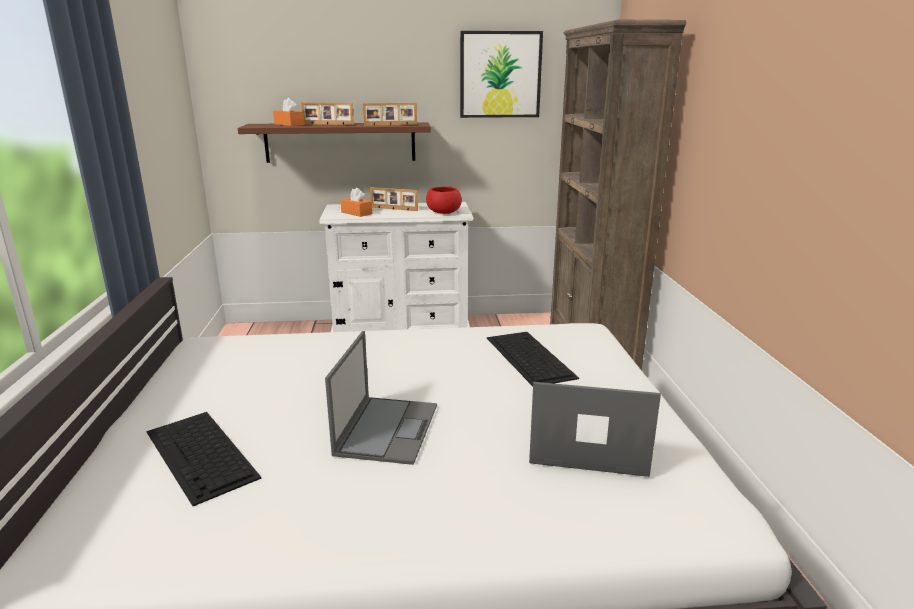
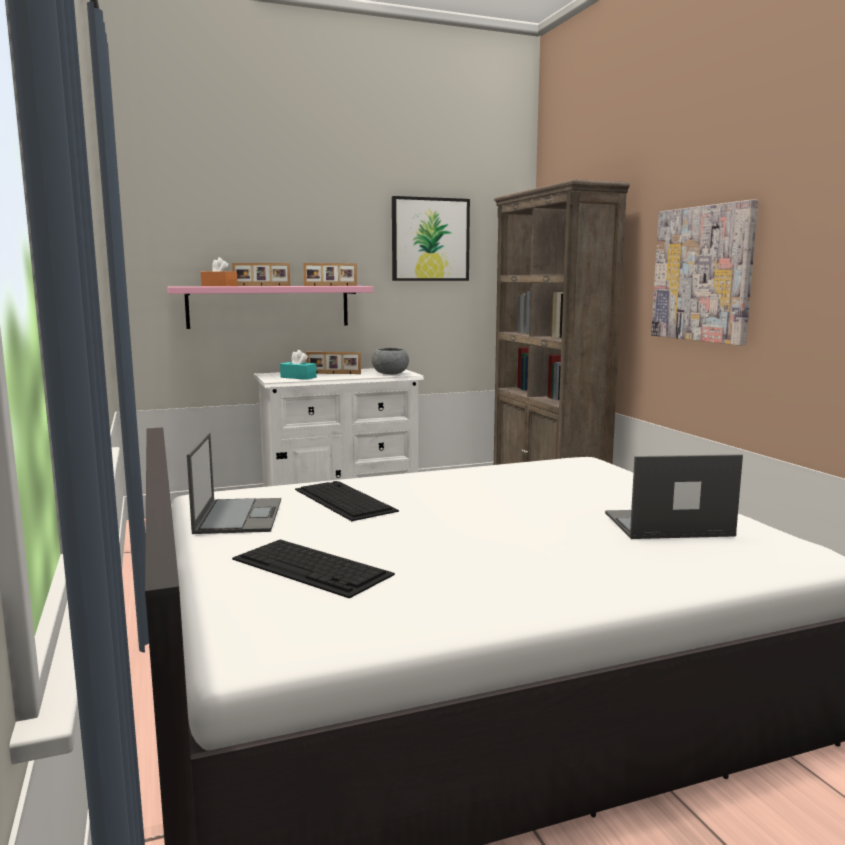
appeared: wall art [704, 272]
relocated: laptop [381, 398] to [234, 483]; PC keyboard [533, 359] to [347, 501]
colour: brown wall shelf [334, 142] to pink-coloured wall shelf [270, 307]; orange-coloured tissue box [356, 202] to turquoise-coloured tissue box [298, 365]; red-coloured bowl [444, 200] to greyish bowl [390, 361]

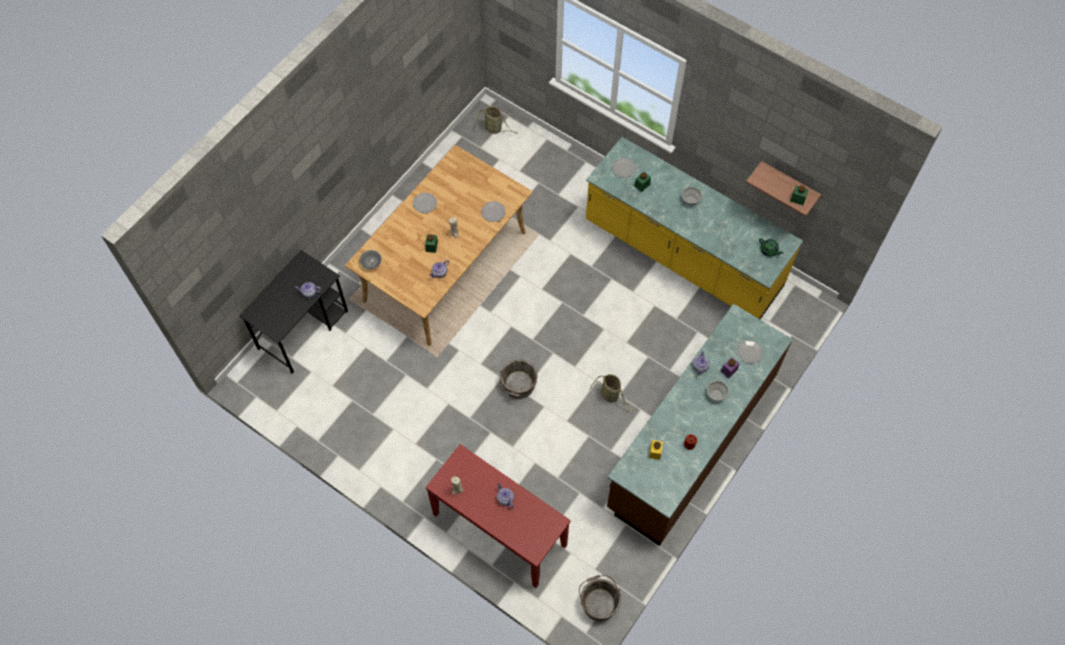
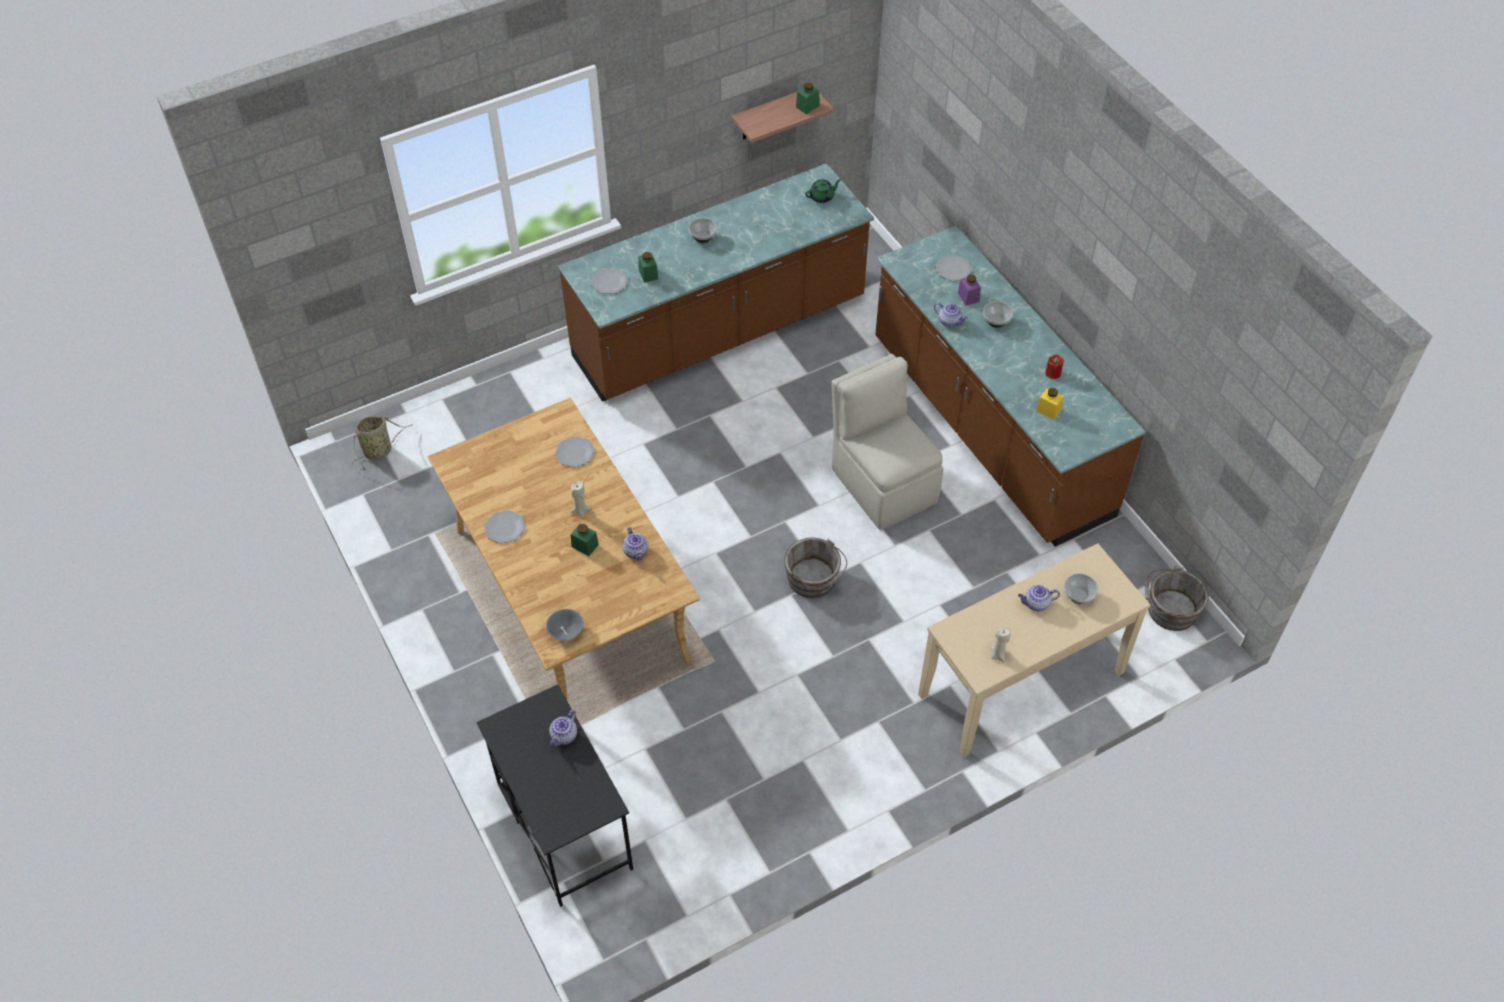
appeared: bowl [1081, 588]
exchanged: basket [611, 392] to beige-coloured upright chair [887, 442]
colour: yellow counter [694, 228] to brown counter [716, 282]; red-coloured narrow table [498, 516] to beige-coloured narrow table [1034, 650]

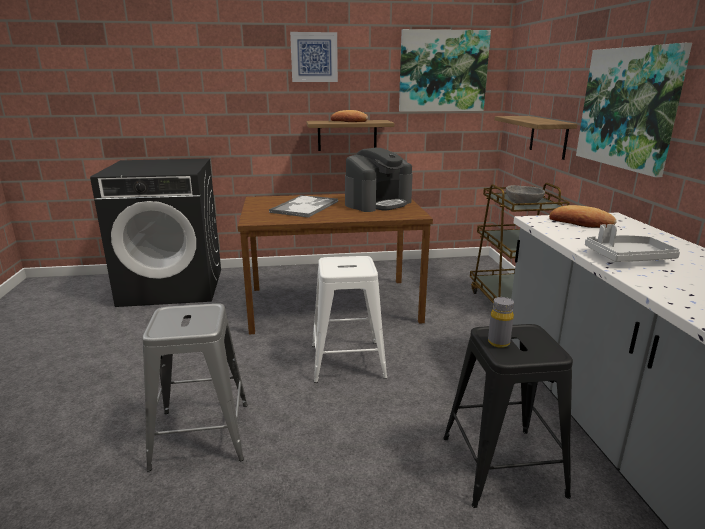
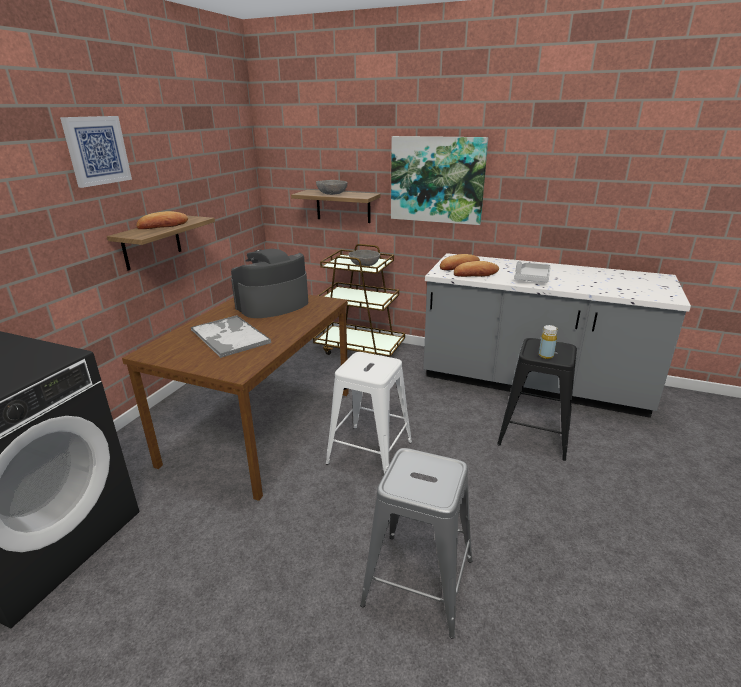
missing: wall art [445, 70]
appeared: greyish bowl [332, 187]; bread [476, 269]
colour: greyish bottle [501, 322] to yellow bottle [548, 342]
spun: coffee brewer [379, 180] = [269, 283] 120 degrees counterclockwise

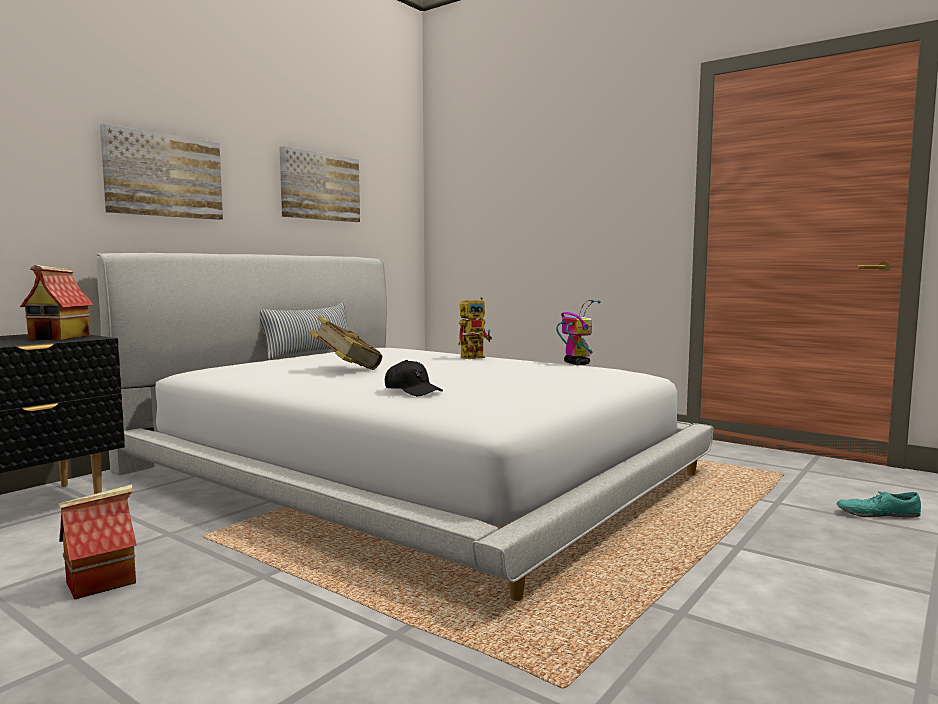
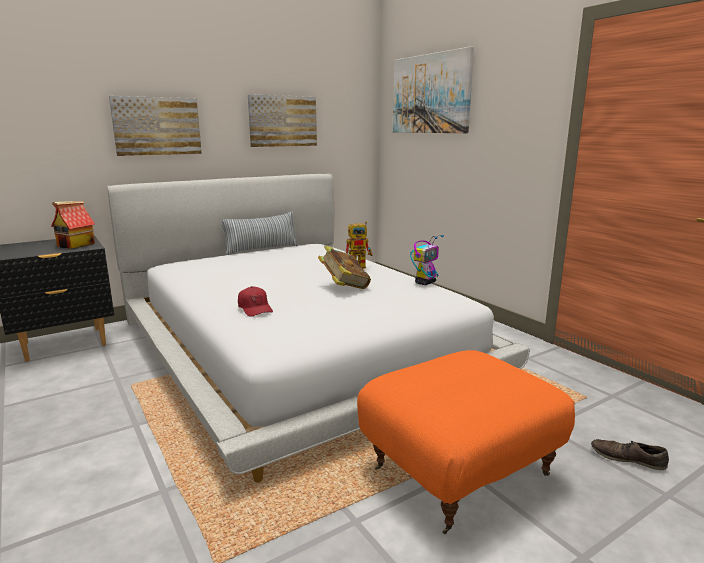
missing: miniature house [97, 542]
appeared: orange-coloured footrest [466, 442]; wall art [433, 89]
relocated: bound book [345, 343] to [344, 267]
colour: black-coloured peaked cap [414, 378] to red-coloured peaked cap [255, 301]; turquoise-coloured item of footwear [878, 504] to brown item of footwear [630, 454]
spun: robot figure [578, 332] = [427, 260] 45 degrees clockwise

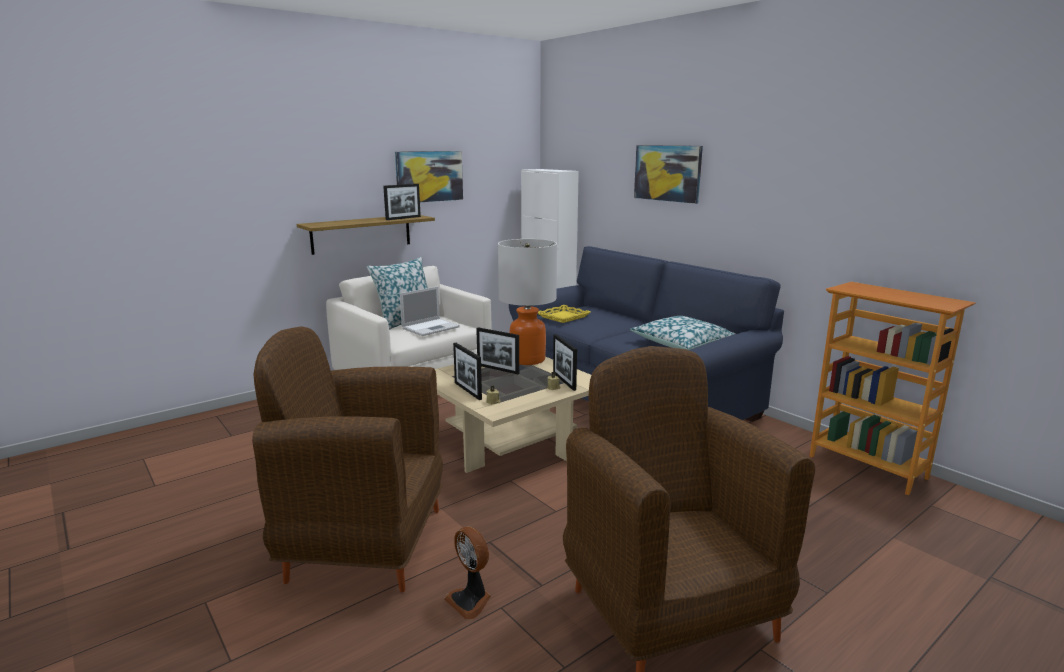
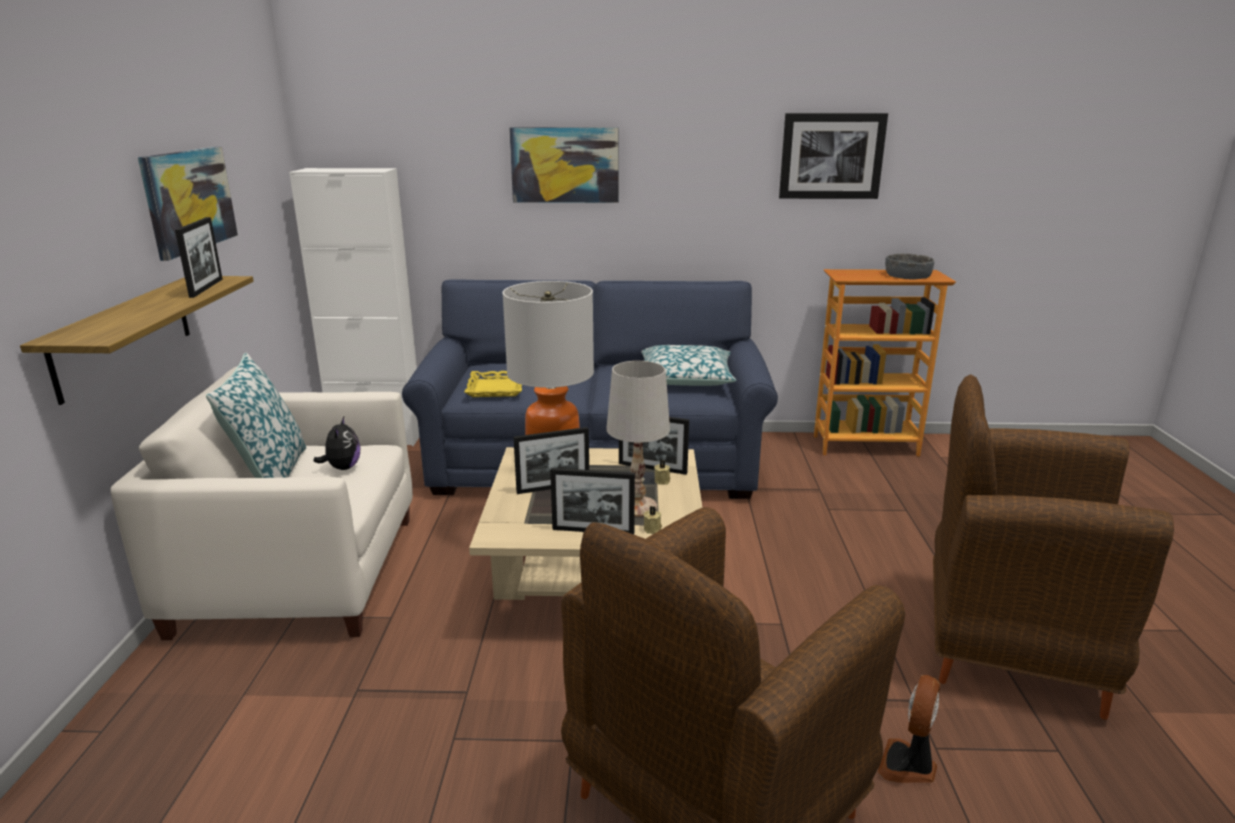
appeared: whitish lamp for a table [638, 439]; wall art [833, 156]; greyish bowl [909, 266]
exchanged: laptop [430, 311] to plush toy [336, 443]
spun: cooling fan [467, 573] = [909, 729] 120 degrees clockwise

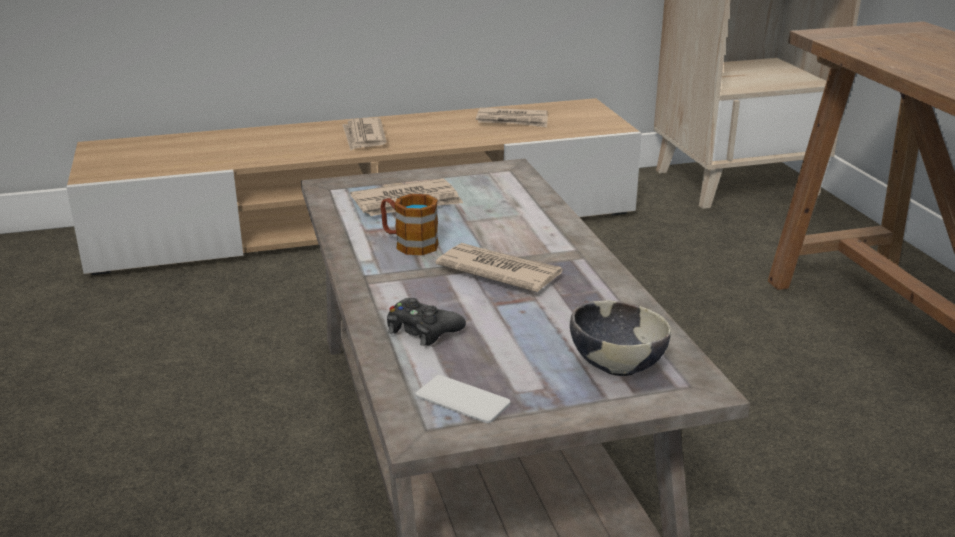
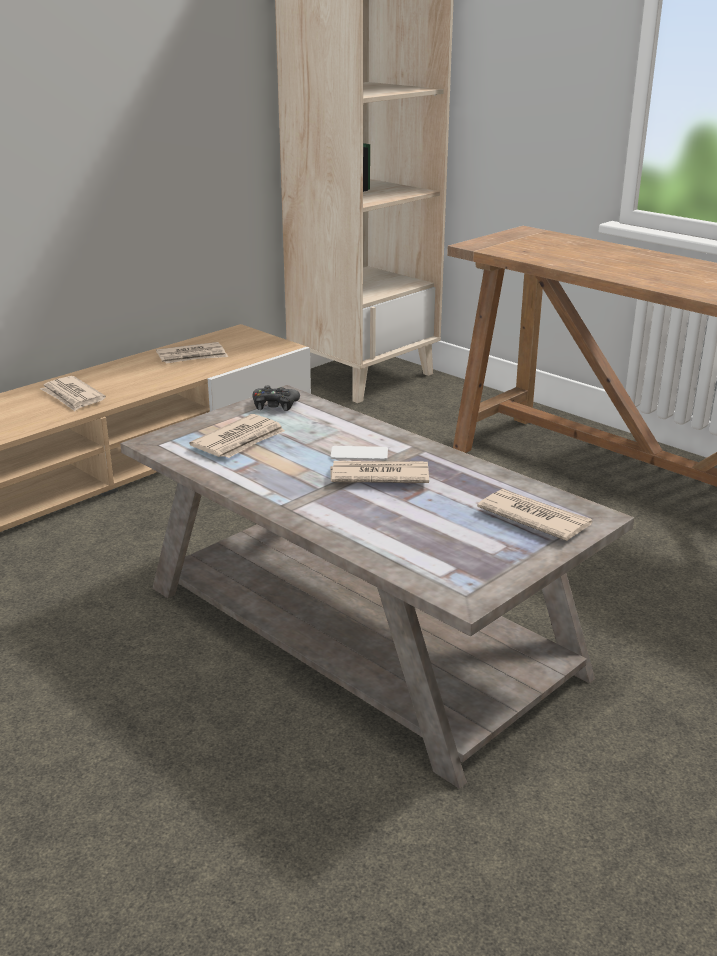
missing: mug [409, 224]
relocated: black-coloured game controller [426, 322] to [276, 398]; telephone [463, 399] to [359, 453]
exchanged: bowl [620, 338] to printed paper [534, 515]

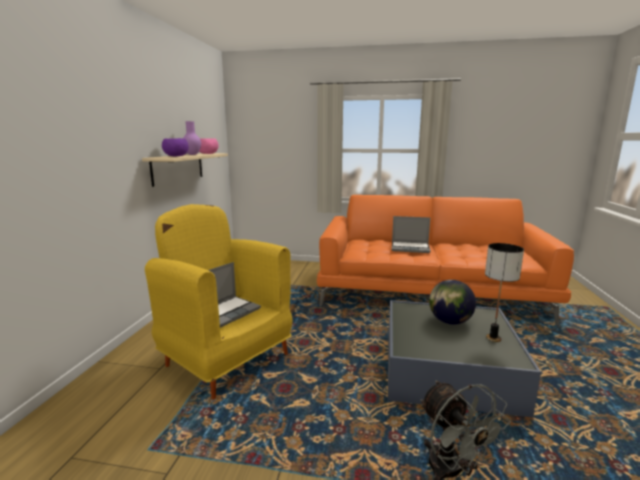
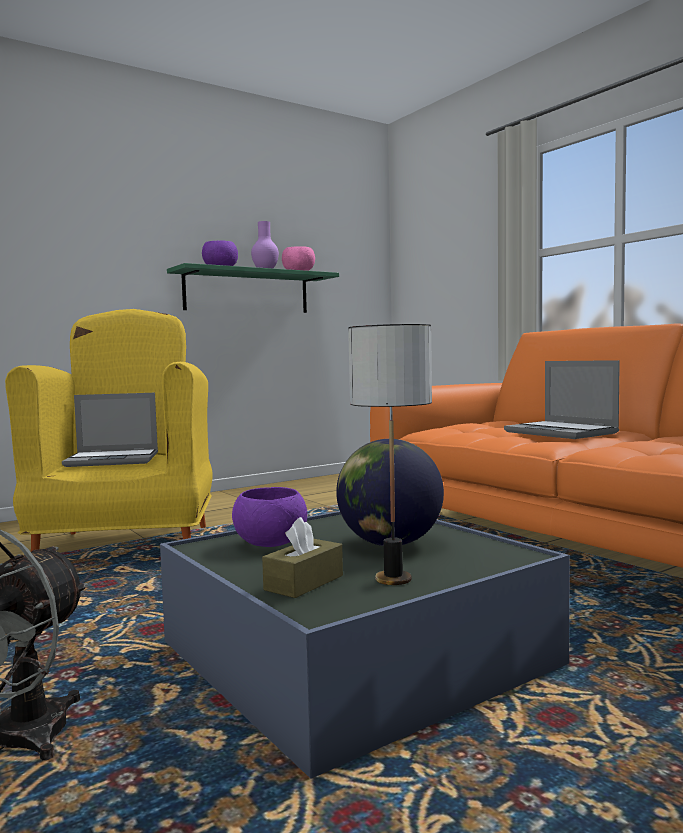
appeared: purple bowl [269, 517]; brown tissue box [302, 557]
colour: beige-coloured wall shelf [185, 170] to green-coloured wall shelf [253, 288]

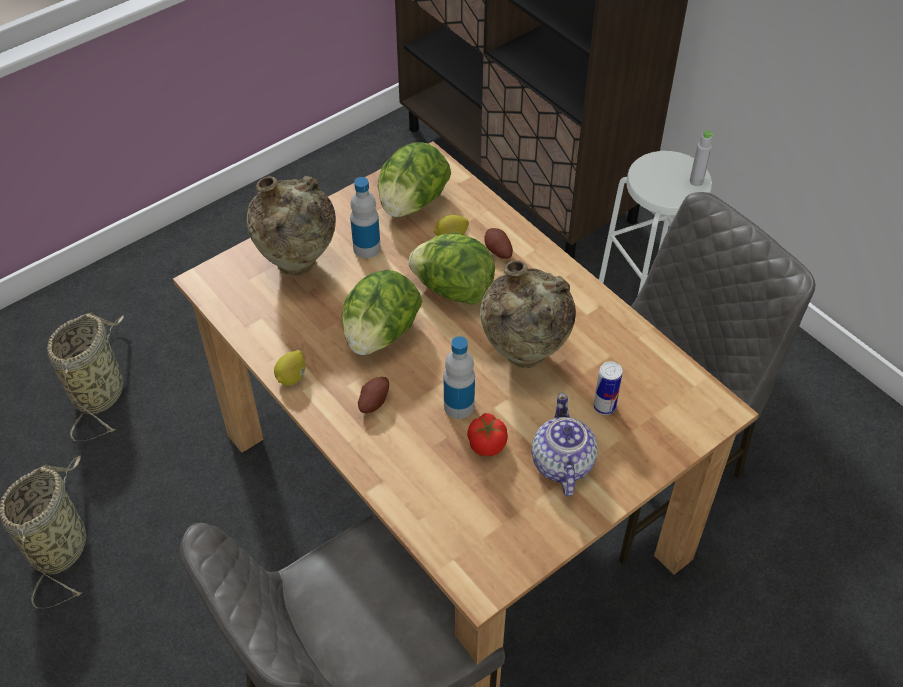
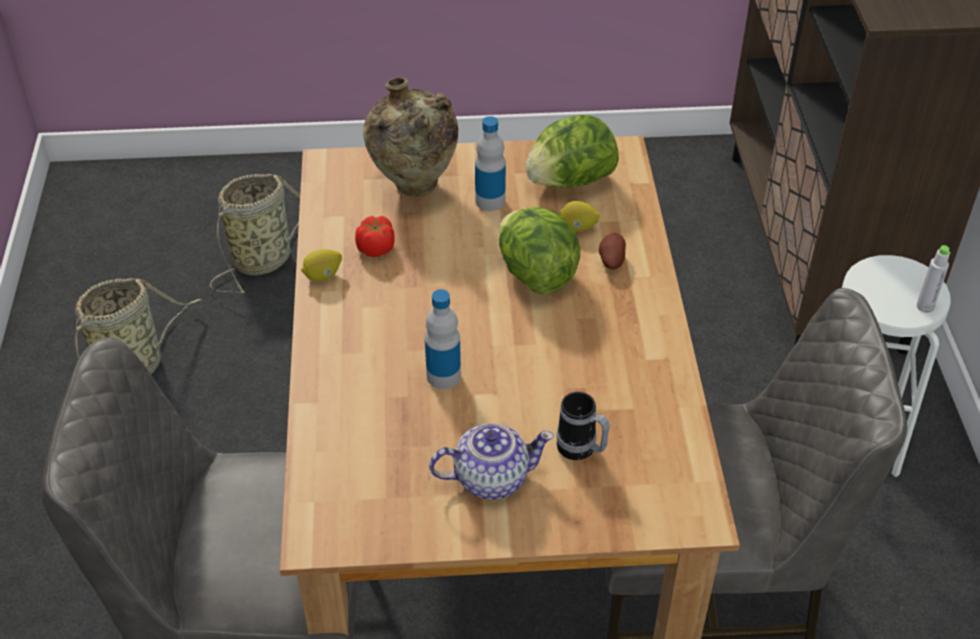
missing: lettuce [382, 312]; potato [373, 395]; beige-coloured decorative vase [528, 314]
relocated: whole tomato [487, 434] to [375, 236]
exchanged: sealed can [608, 388] to mug [583, 426]
spun: teapot [565, 445] = [491, 461] 45 degrees clockwise

